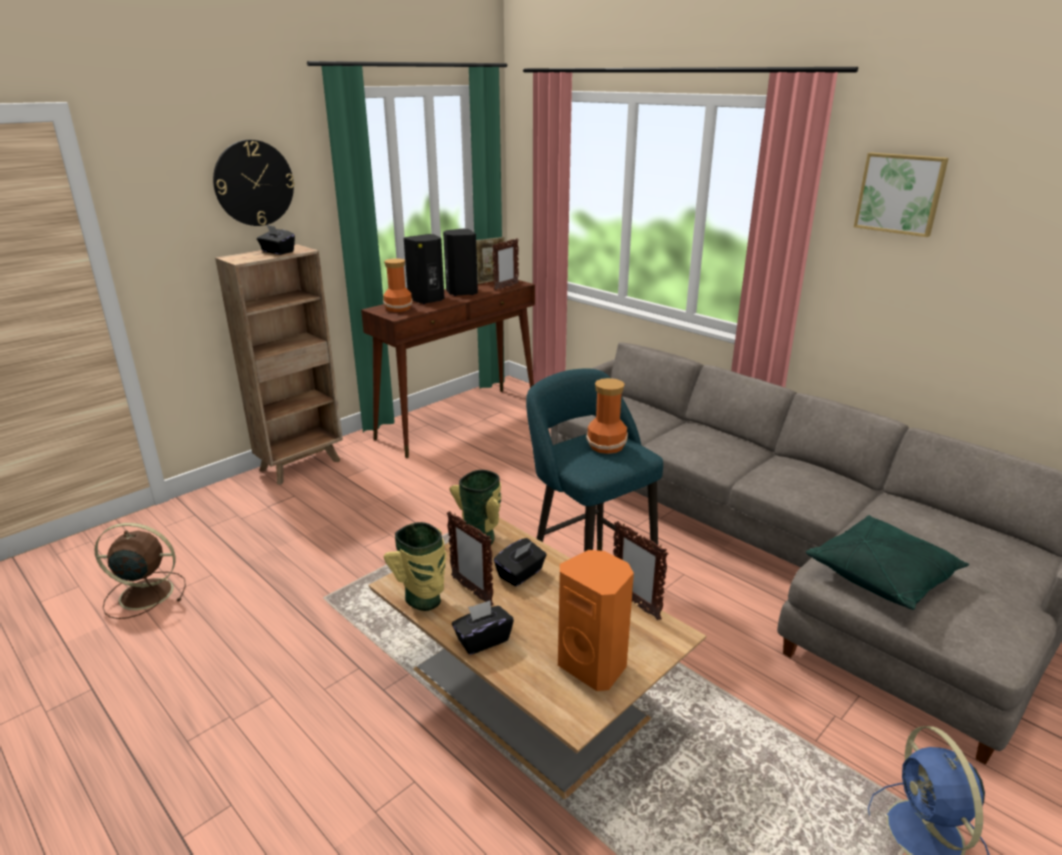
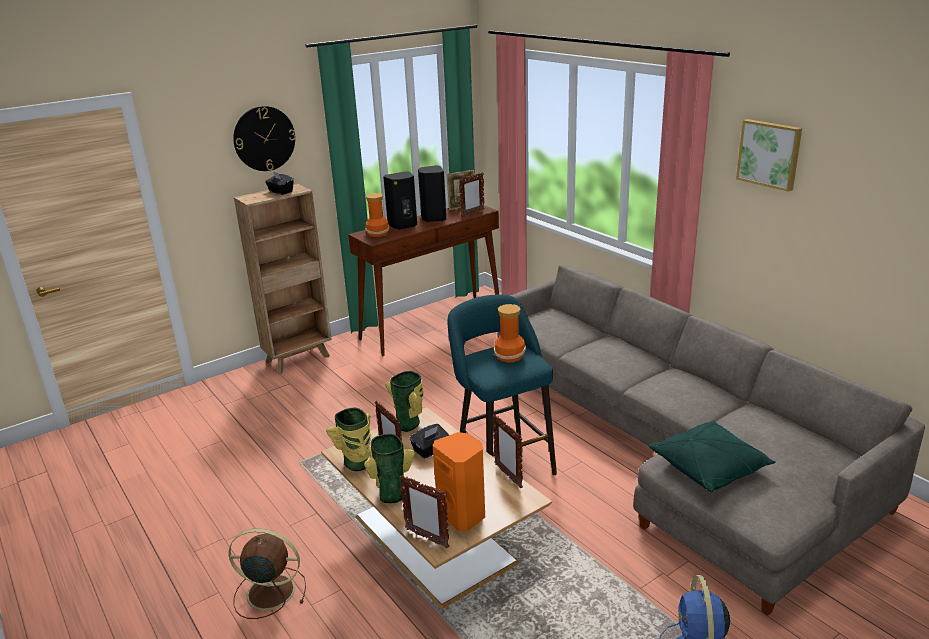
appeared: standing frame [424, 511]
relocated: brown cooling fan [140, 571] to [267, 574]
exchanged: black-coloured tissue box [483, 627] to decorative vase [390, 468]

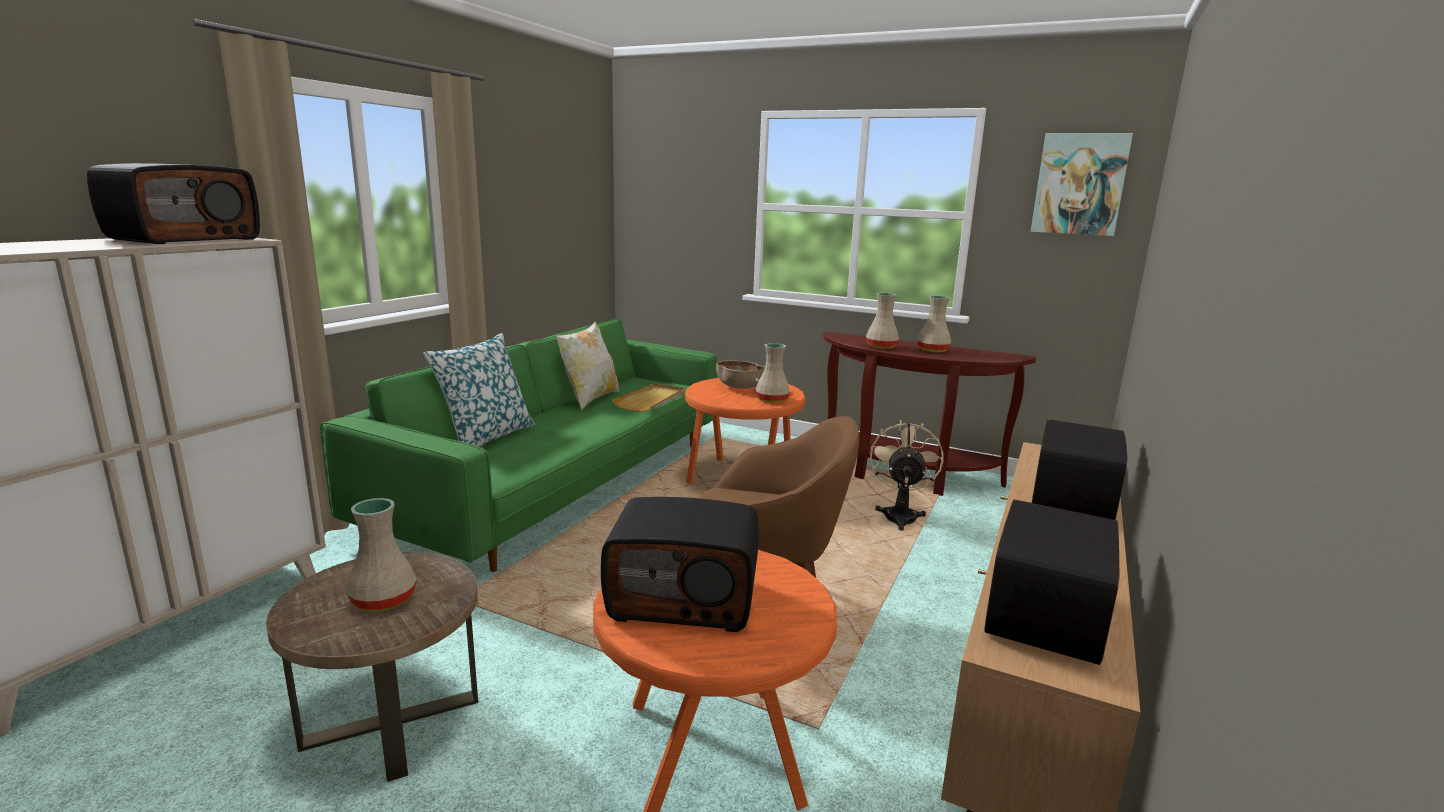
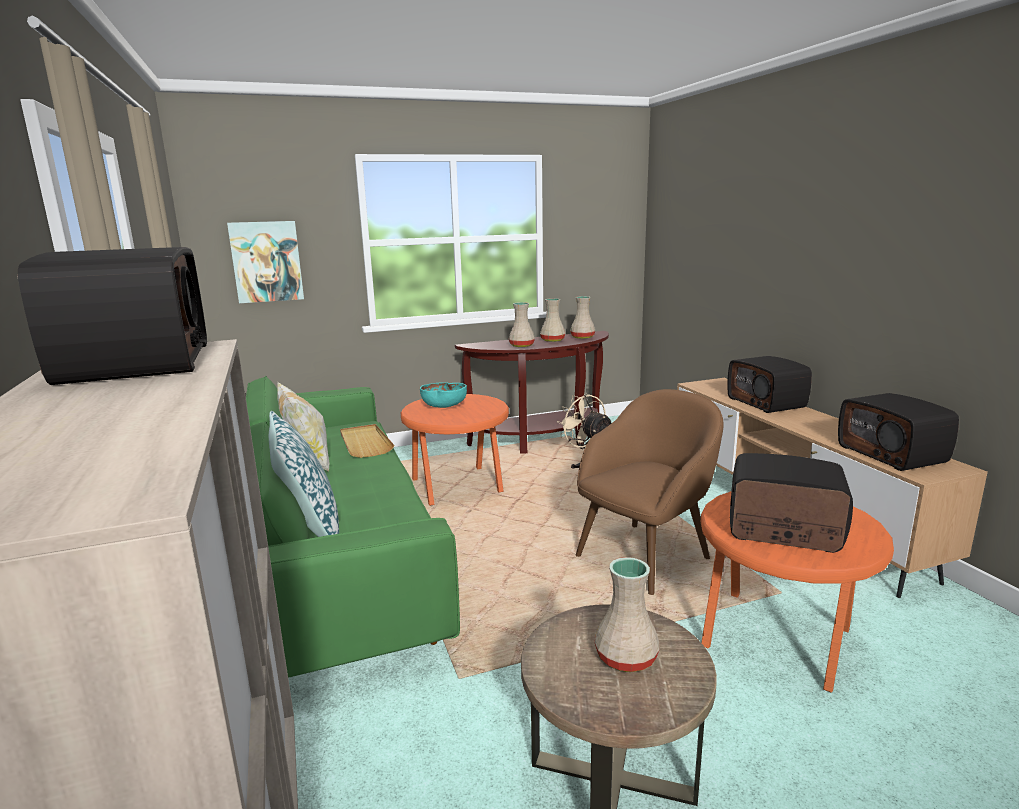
relocated: wall art [1081, 184] to [265, 262]; beige-coloured decorative vase [773, 373] to [582, 317]
colour: brown bowl [740, 374] to turquoise-coloured bowl [443, 395]
spun: radio [680, 564] = [791, 503] 120 degrees counterclockwise

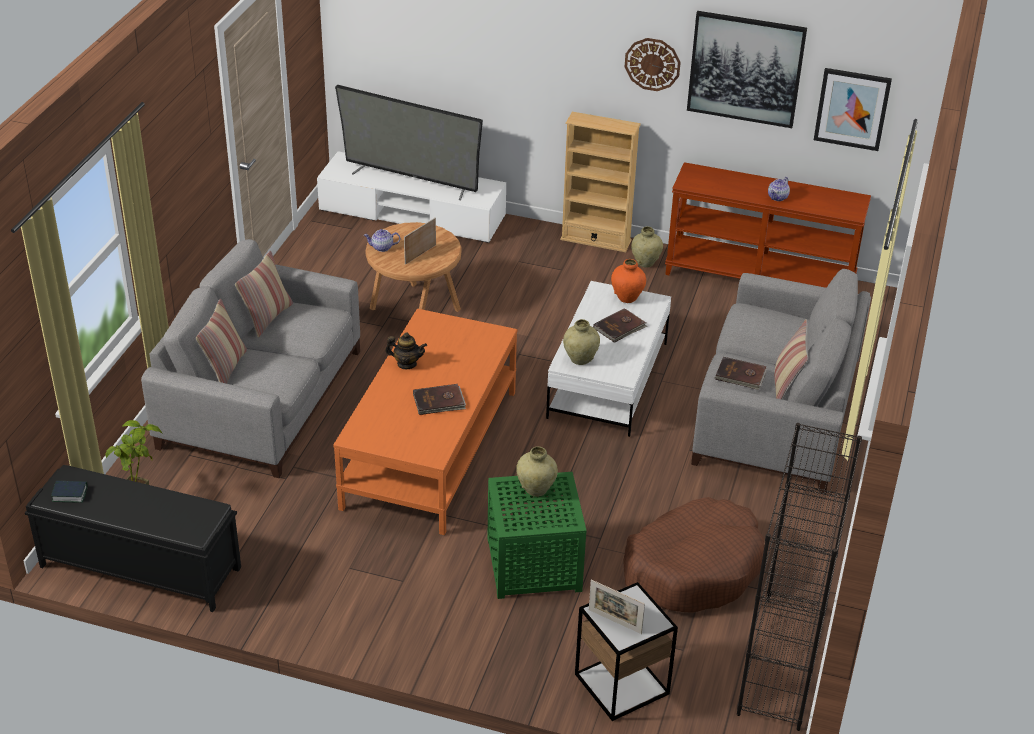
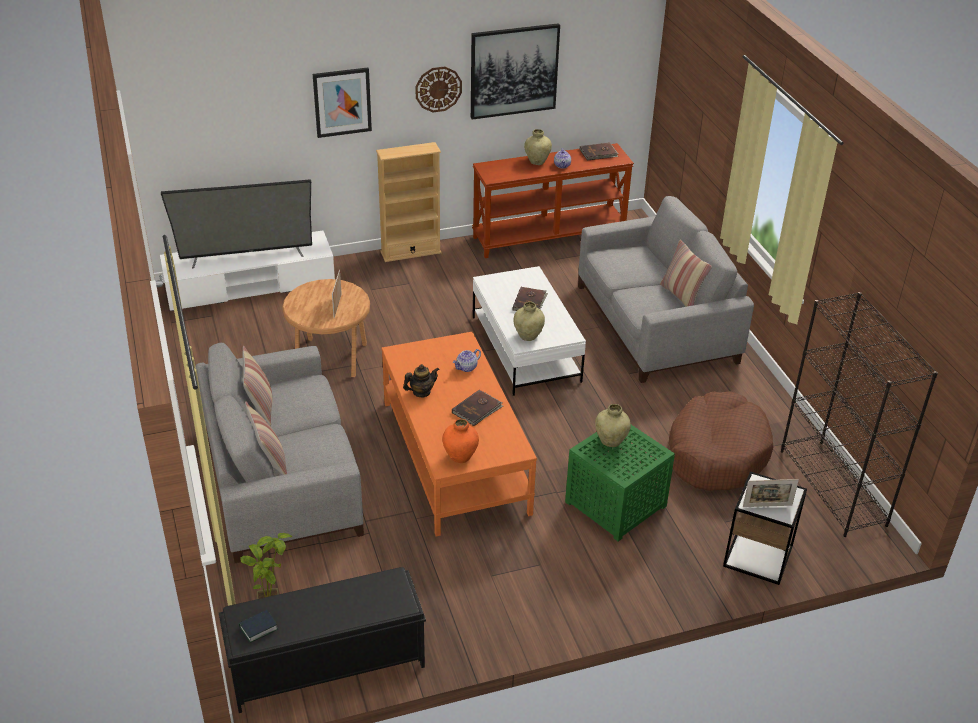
relocated: wall art [853, 109] to [342, 103]; orange-coloured decorative vase [628, 281] to [460, 441]; teapot [382, 240] to [467, 360]; beige-coloured decorative vase [647, 247] to [538, 147]; brown bound book [741, 373] to [599, 151]

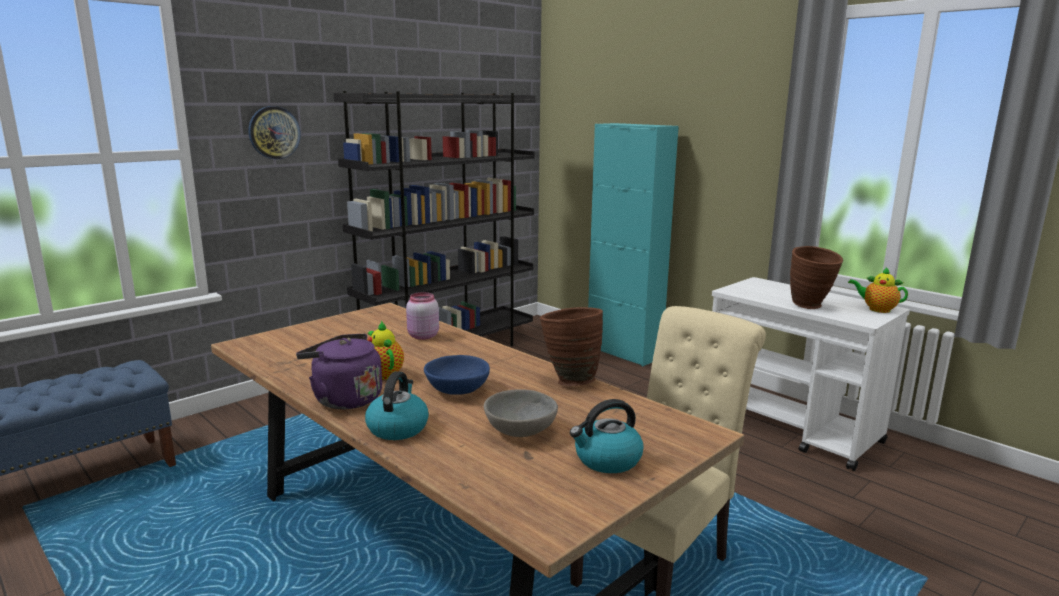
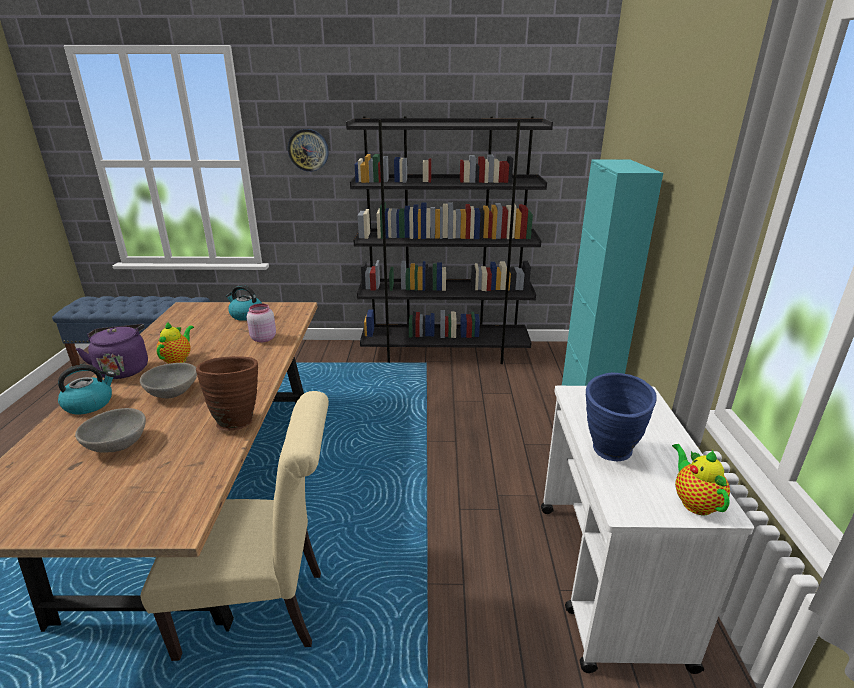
relocated: kettle [607, 436] to [244, 303]
colour: bluish bowl [457, 375] to greyish bowl [168, 381]; brown decorative vase [816, 277] to bluish decorative vase [621, 416]

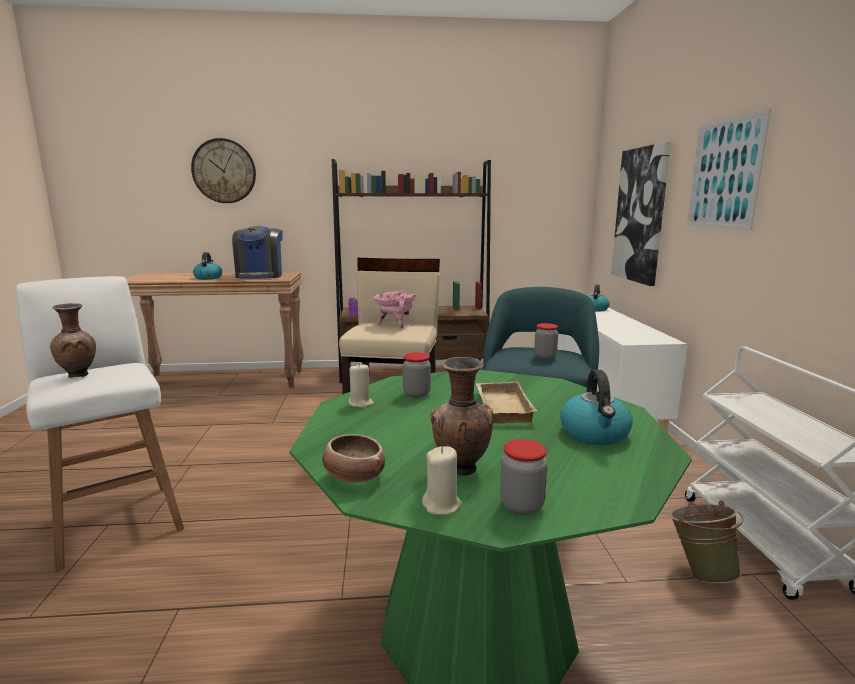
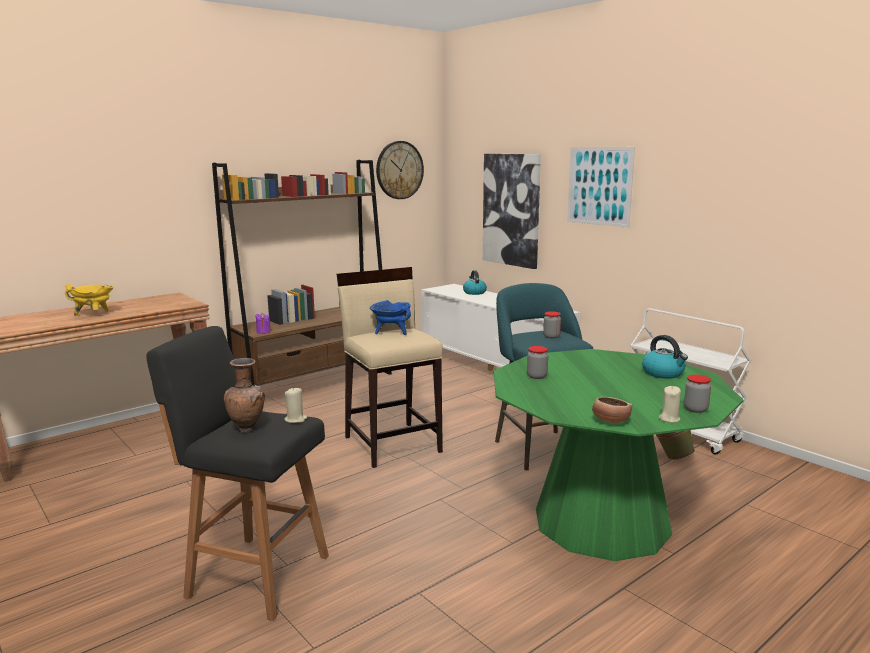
missing: coffee brewer [257, 252]; brown decorative vase [461, 416]; beige-coloured tray [506, 403]
relocated: beige-coloured wax light [361, 385] to [295, 405]; clock on the wall [223, 170] to [400, 170]
exchanged: kettle [207, 266] to yellow cooking pot [89, 300]
colour: whitish stool seat [100, 423] to black-coloured stool seat [237, 473]; pink-coloured cooking pot [395, 310] to bluish cooking pot [390, 317]

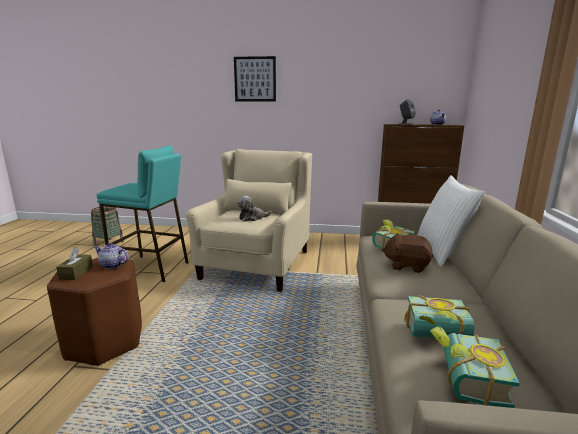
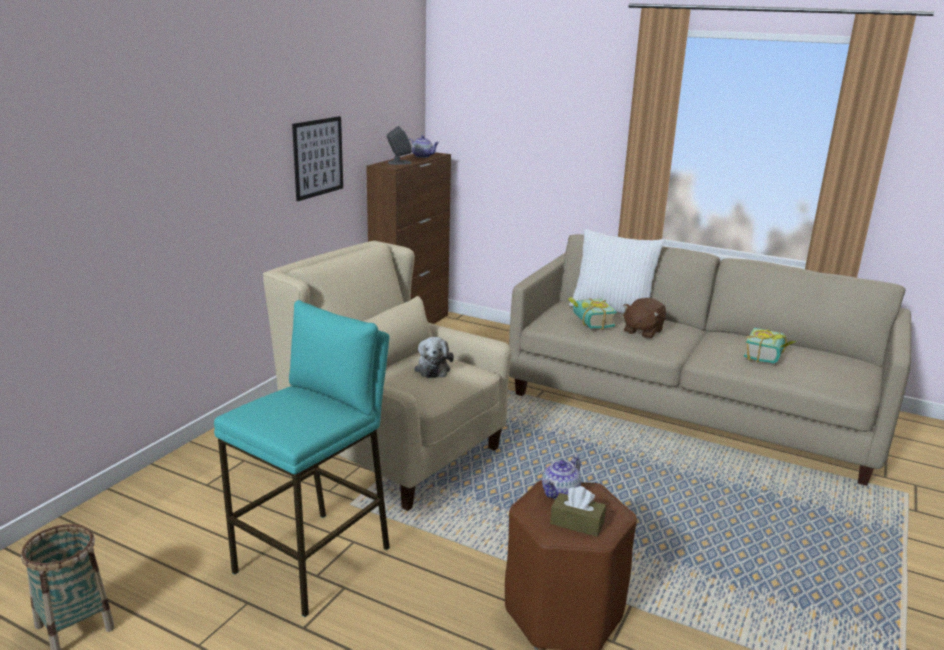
missing: bound book [475, 367]
relocated: wall art [255, 79] to [317, 158]

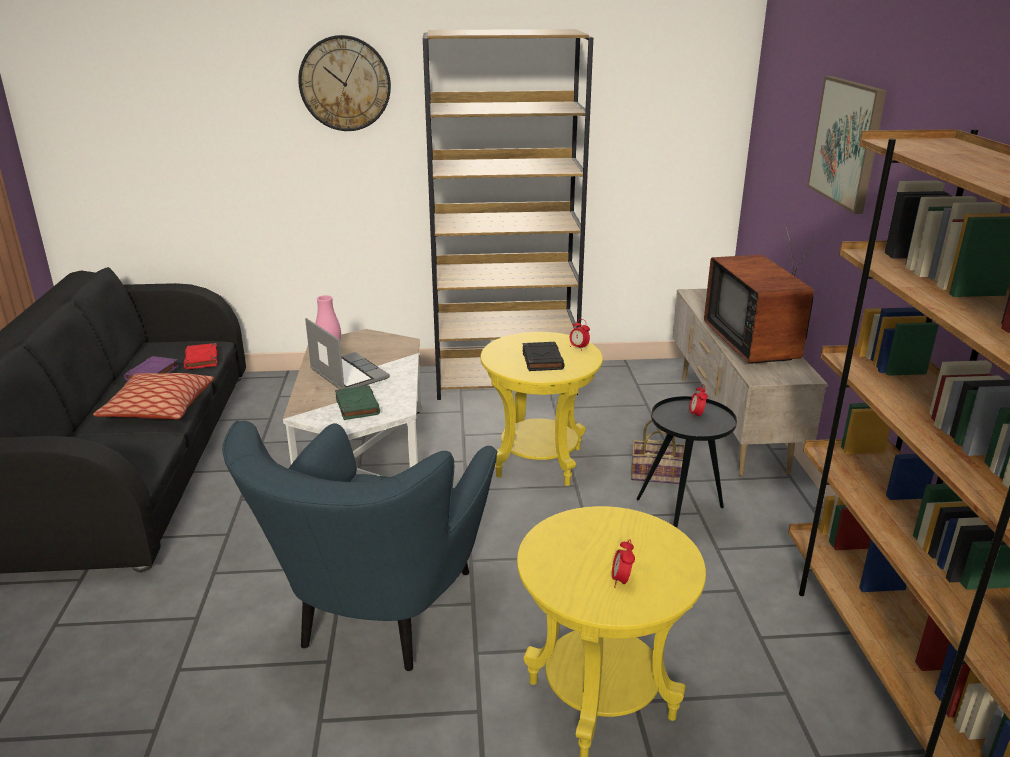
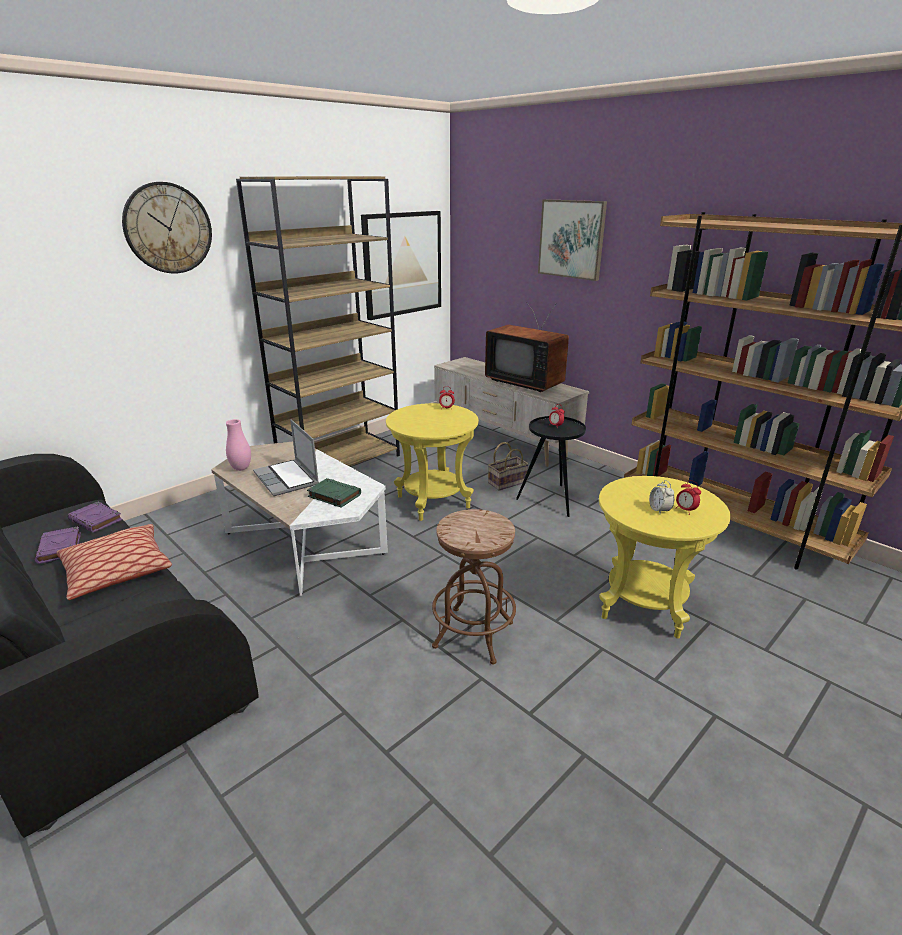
missing: black-coloured bound book [543, 356]
appeared: wall art [401, 265]; table clock [661, 497]
exchanged: bluish lounge chair [360, 546] to brown stool seat [474, 587]
colour: red-coloured bound book [201, 356] to purple bound book [95, 517]
spun: laptop [347, 353] = [286, 457] 135 degrees counterclockwise

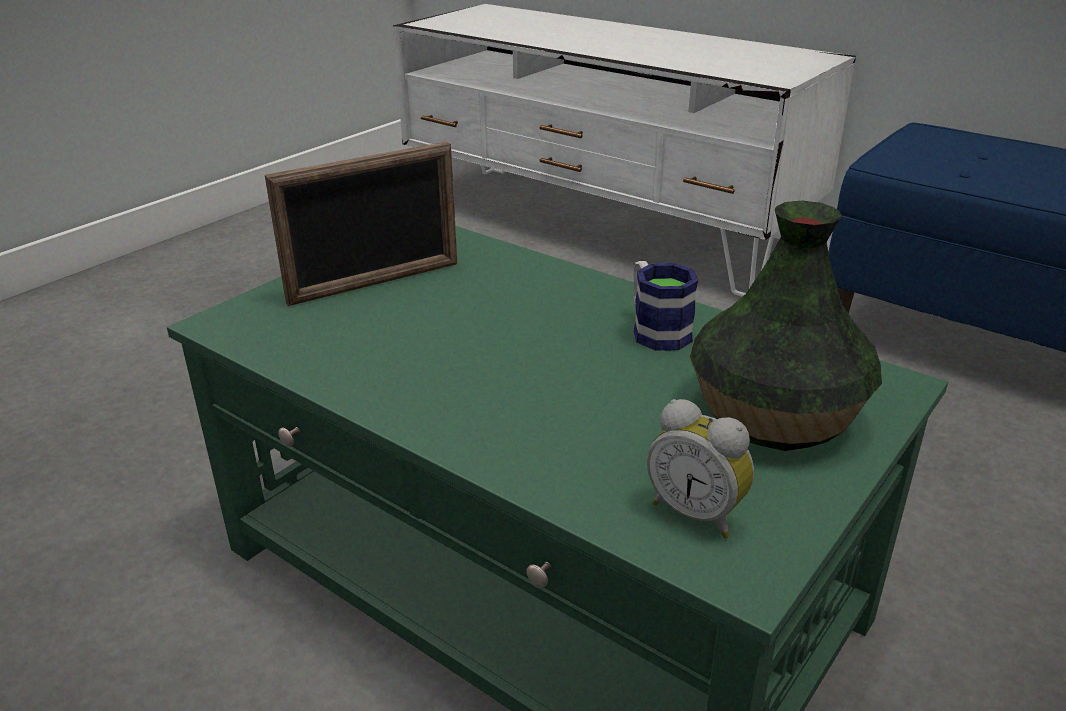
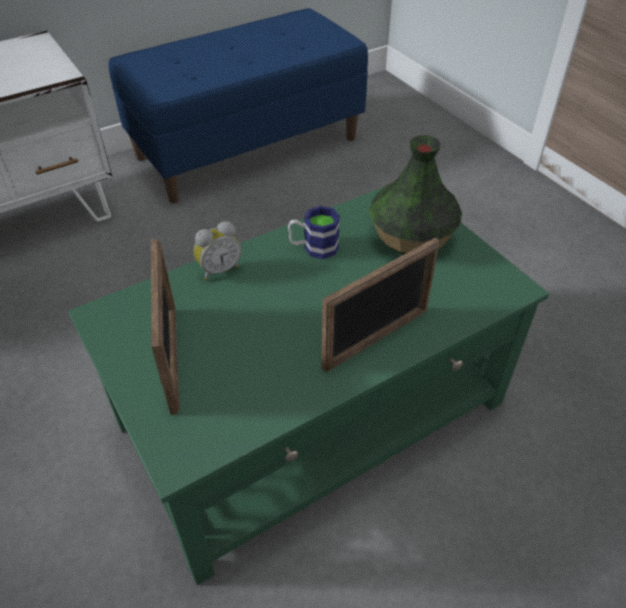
appeared: standing frame [380, 305]
relocated: table clock [700, 468] to [218, 251]

